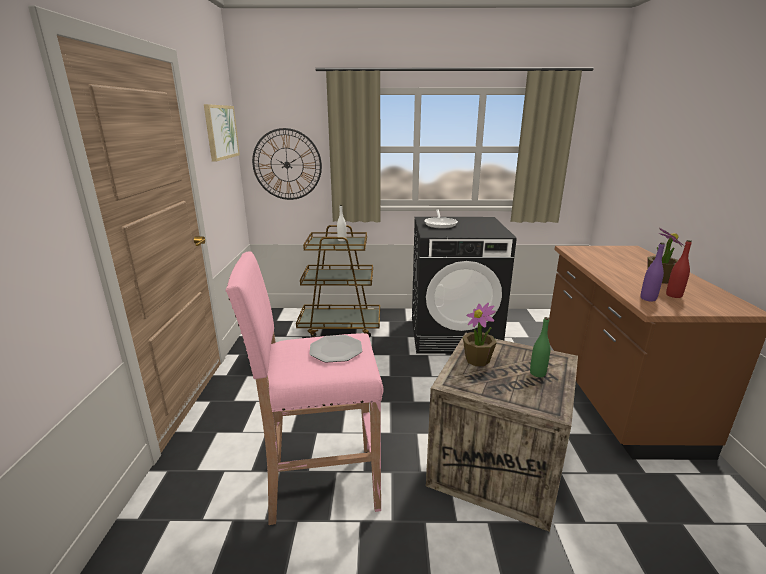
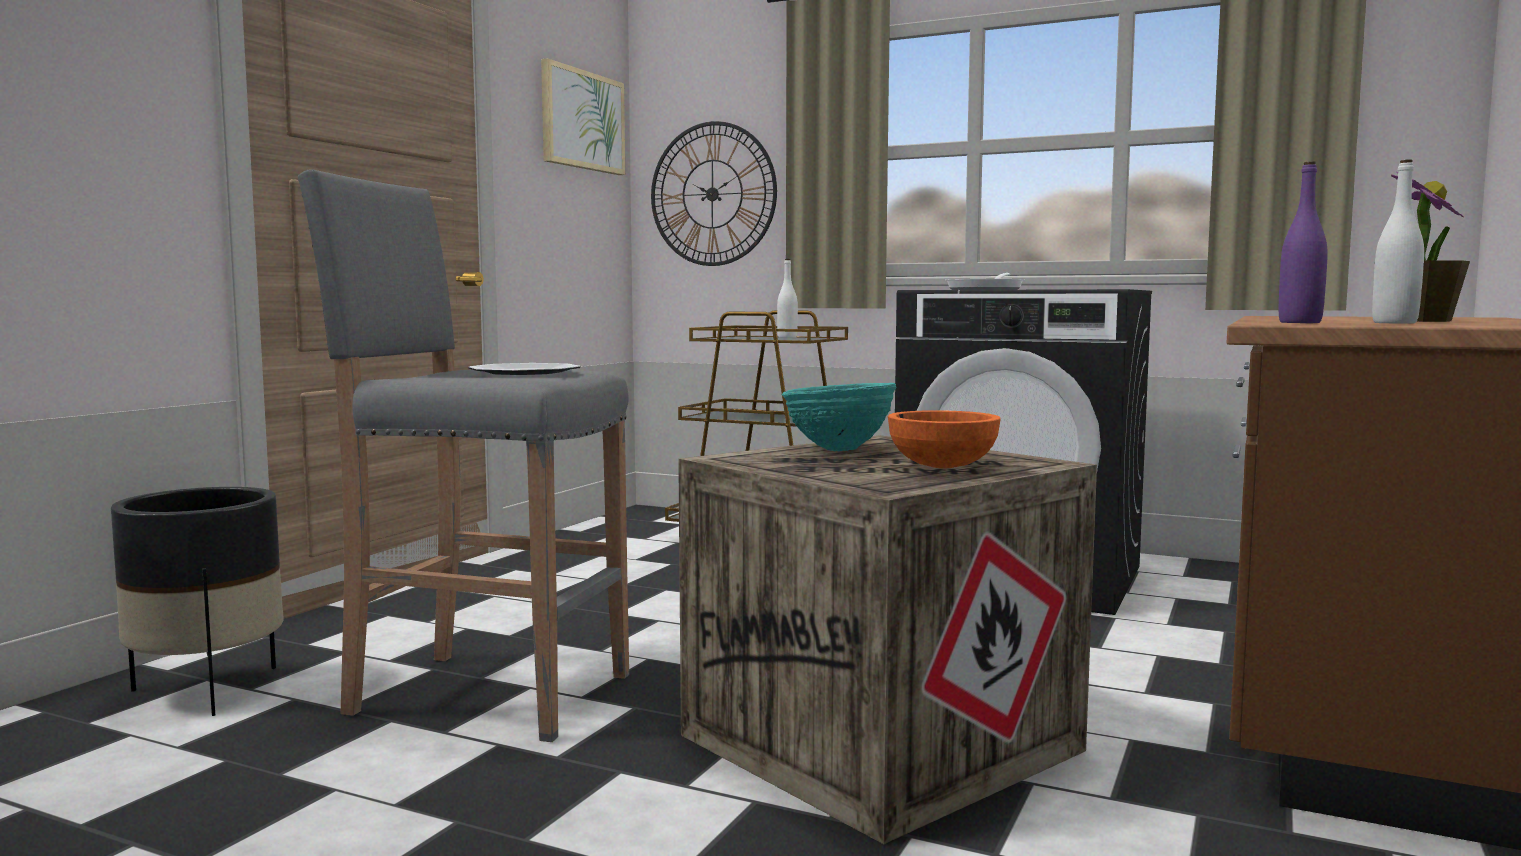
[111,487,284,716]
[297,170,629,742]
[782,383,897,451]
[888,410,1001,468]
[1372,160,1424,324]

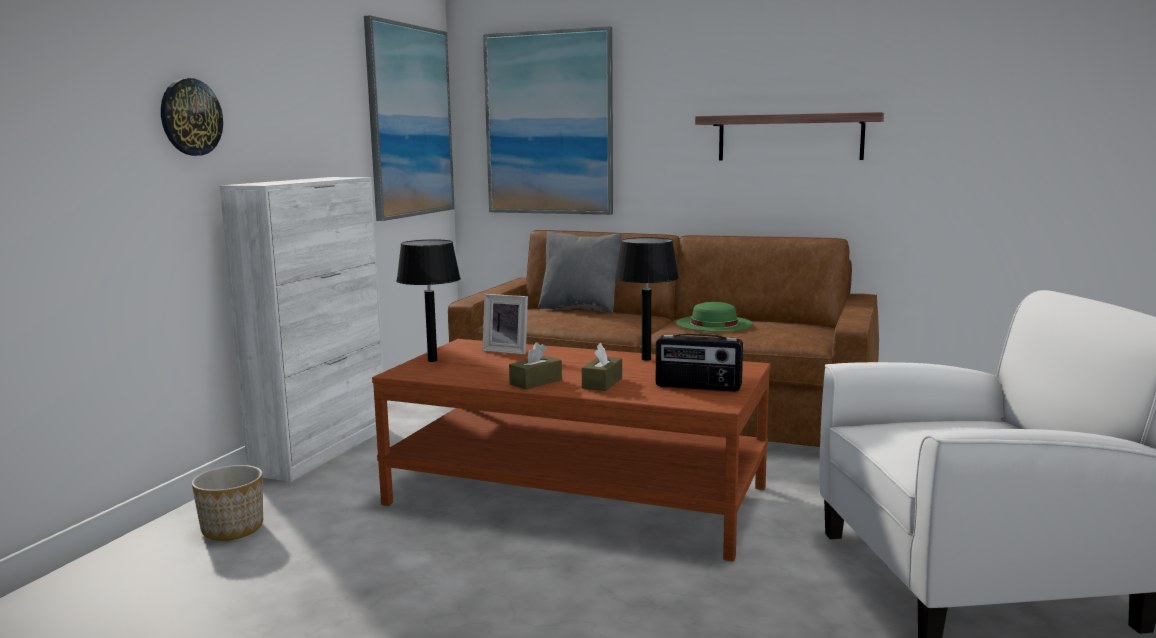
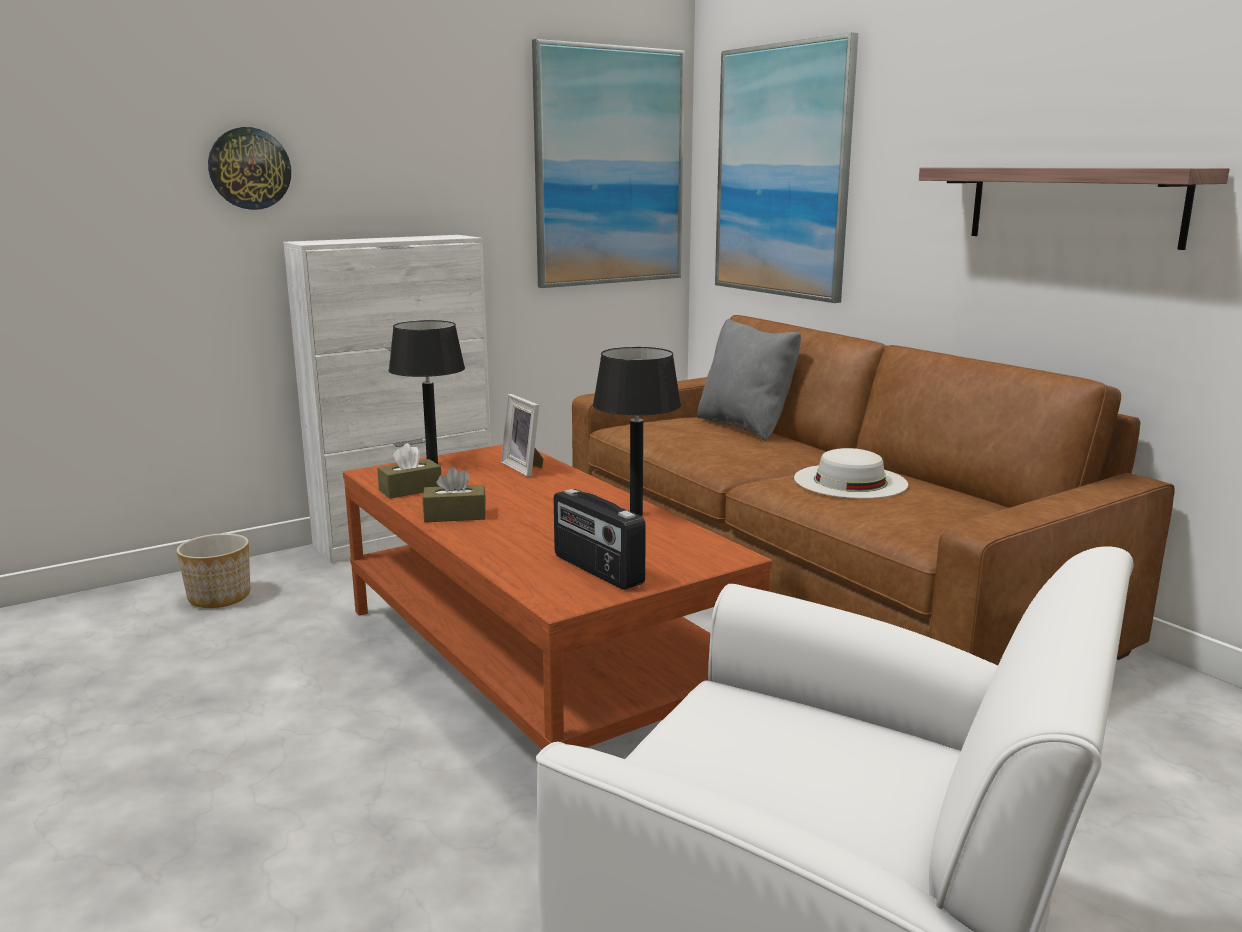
[377,443,441,499]
[794,448,908,499]

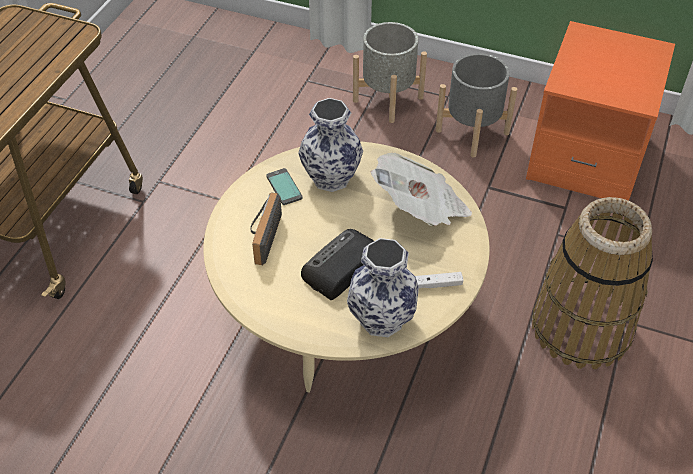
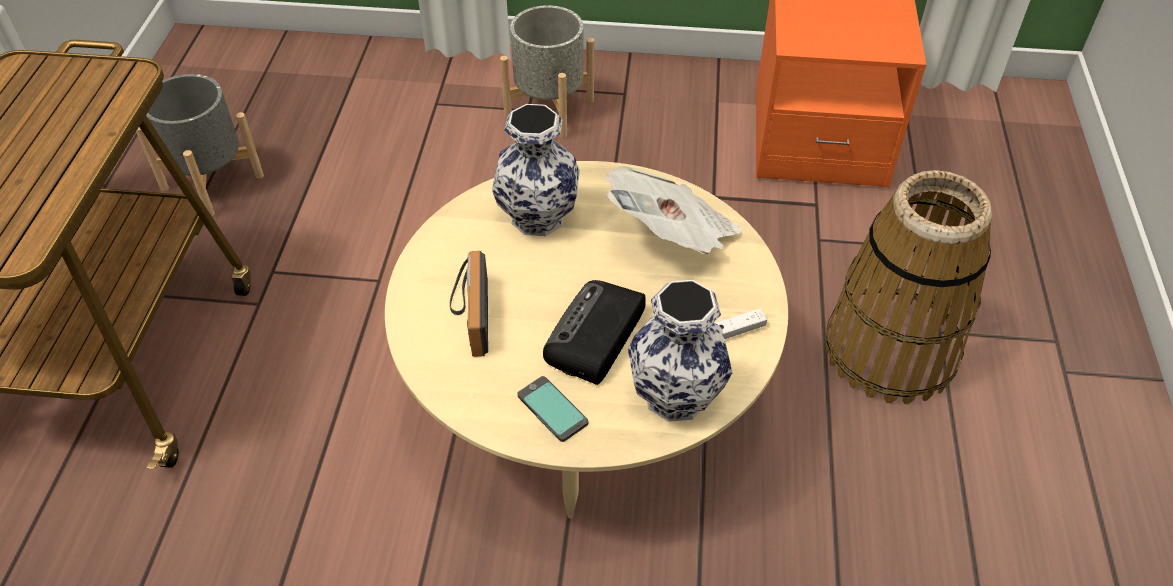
[136,74,264,216]
[518,376,588,442]

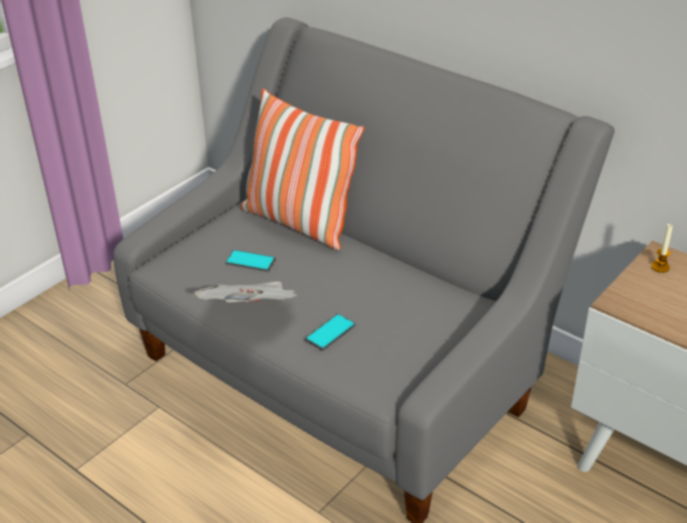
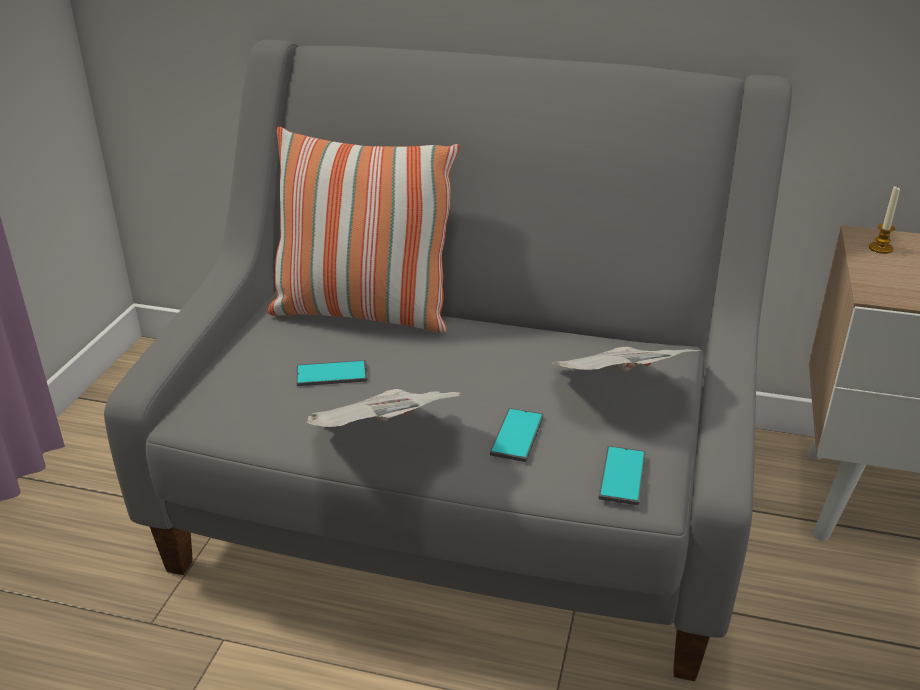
[552,347,702,372]
[599,446,646,505]

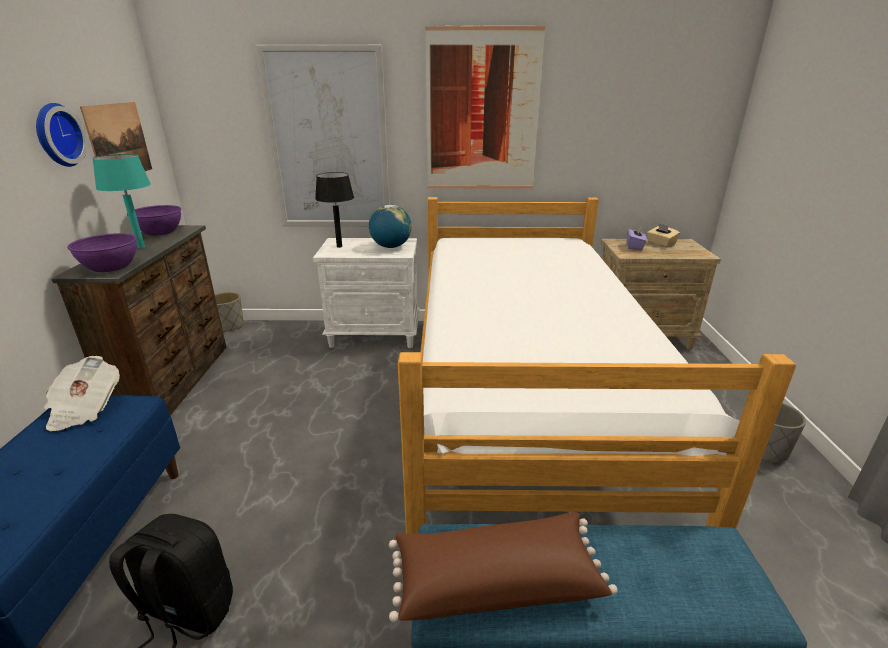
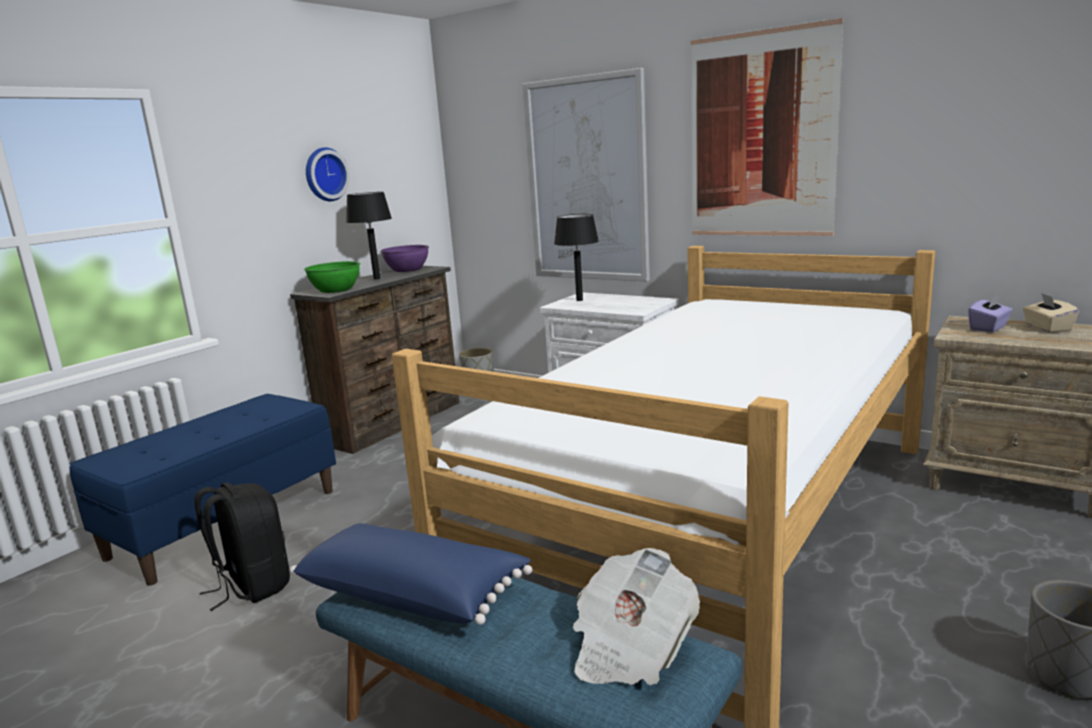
[290,523,532,625]
[304,261,360,293]
[346,192,392,280]
[573,548,700,685]
[80,102,152,171] (first image)
[369,204,412,248] (first image)

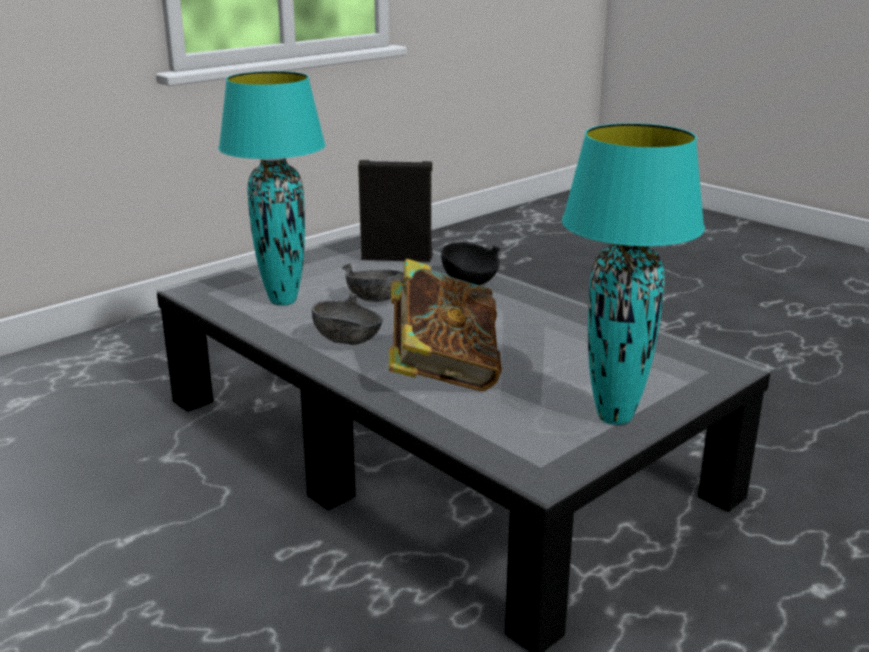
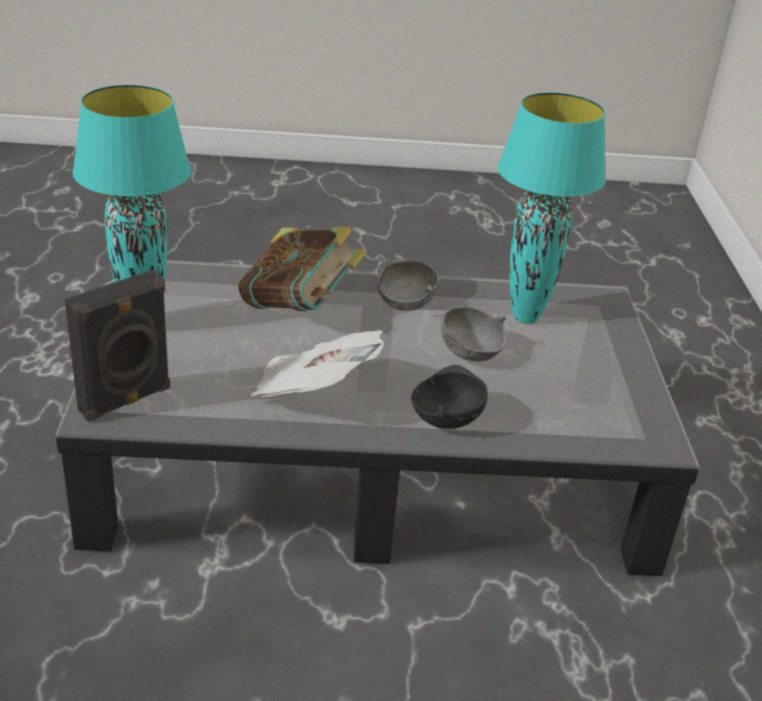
[65,270,170,422]
[251,330,384,397]

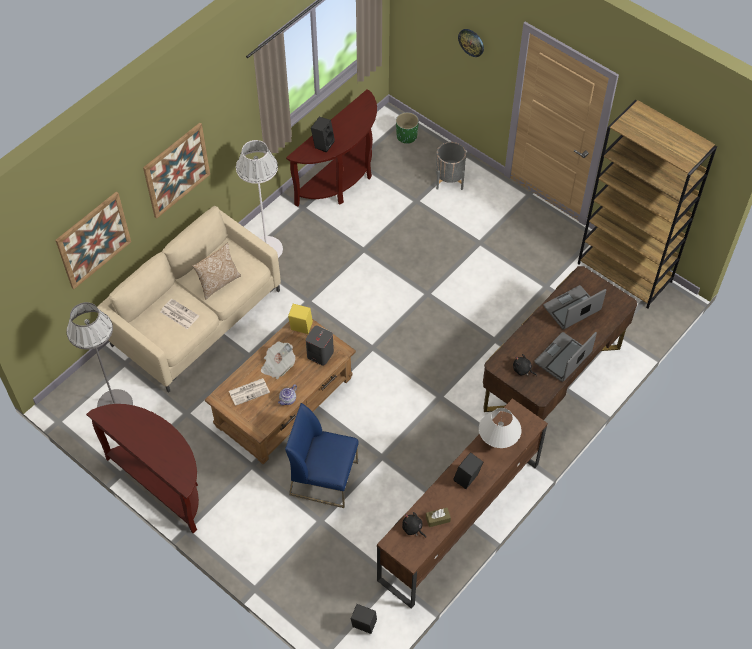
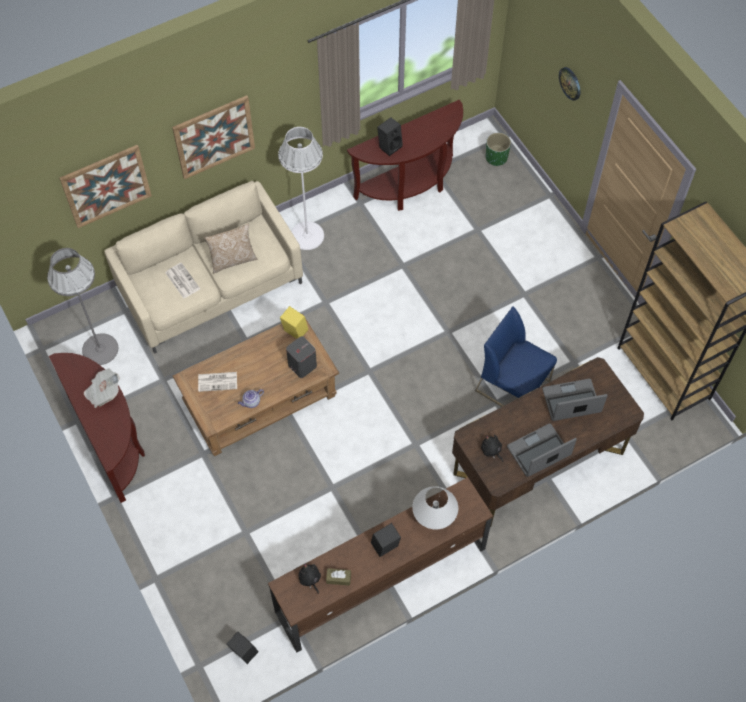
[84,368,120,408]
[475,306,557,407]
[436,142,466,190] (first image)

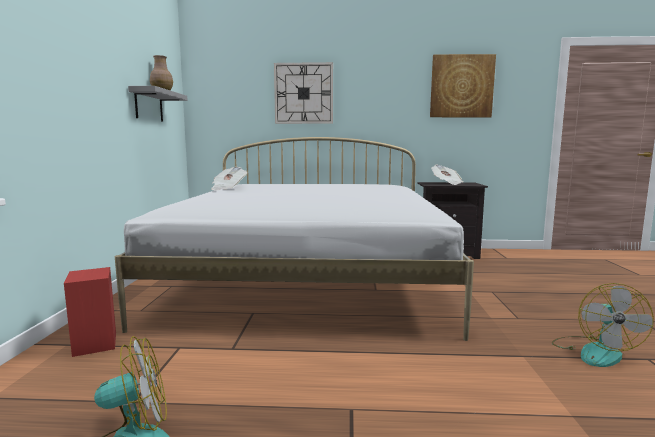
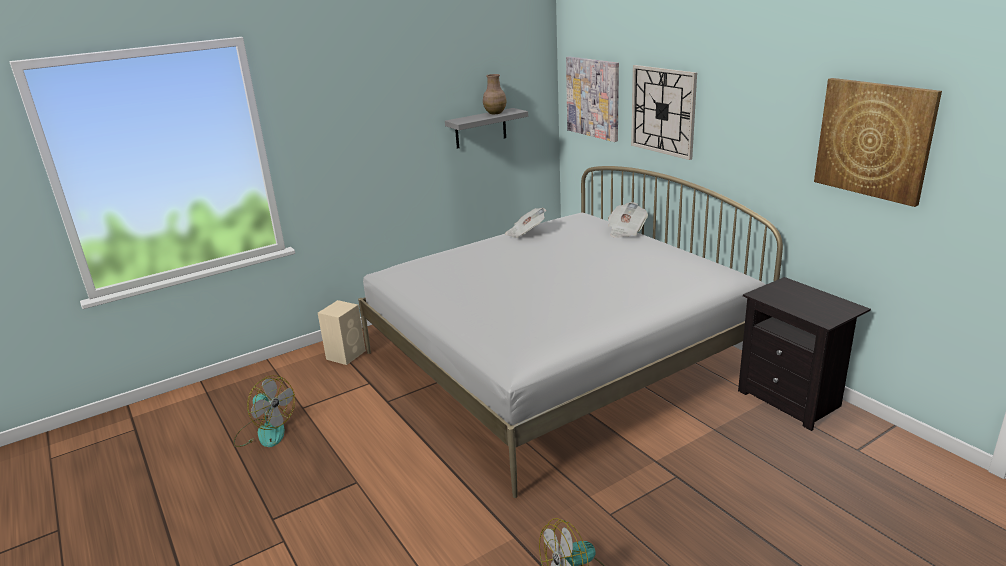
[318,300,366,365]
[566,57,619,142]
[608,202,648,238]

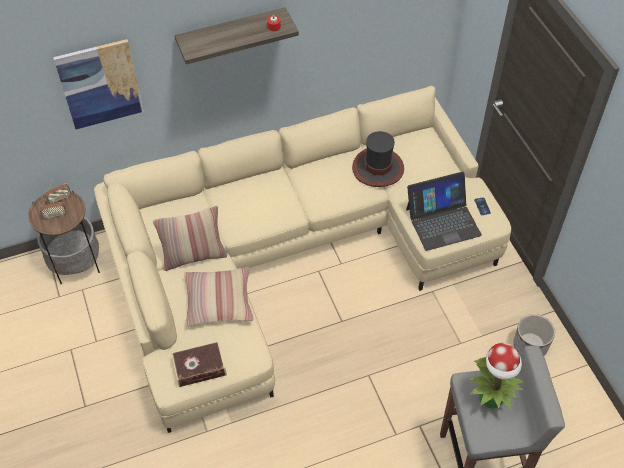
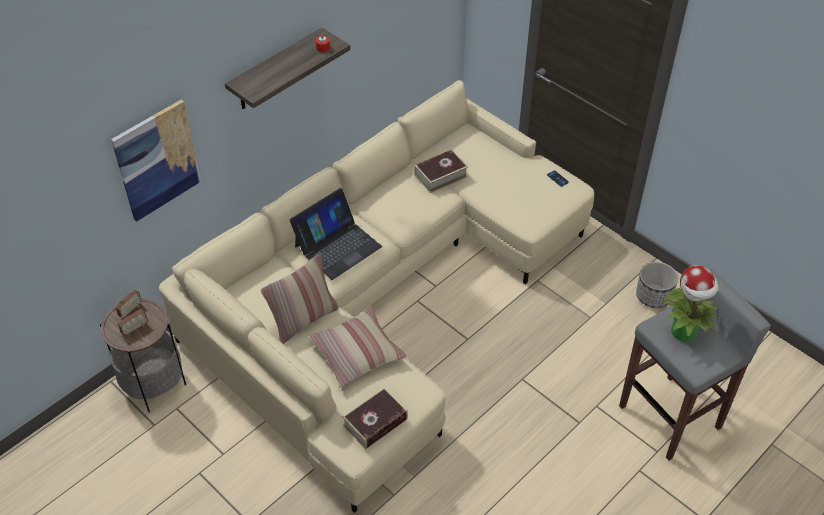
[290,188,382,280]
[414,150,468,193]

